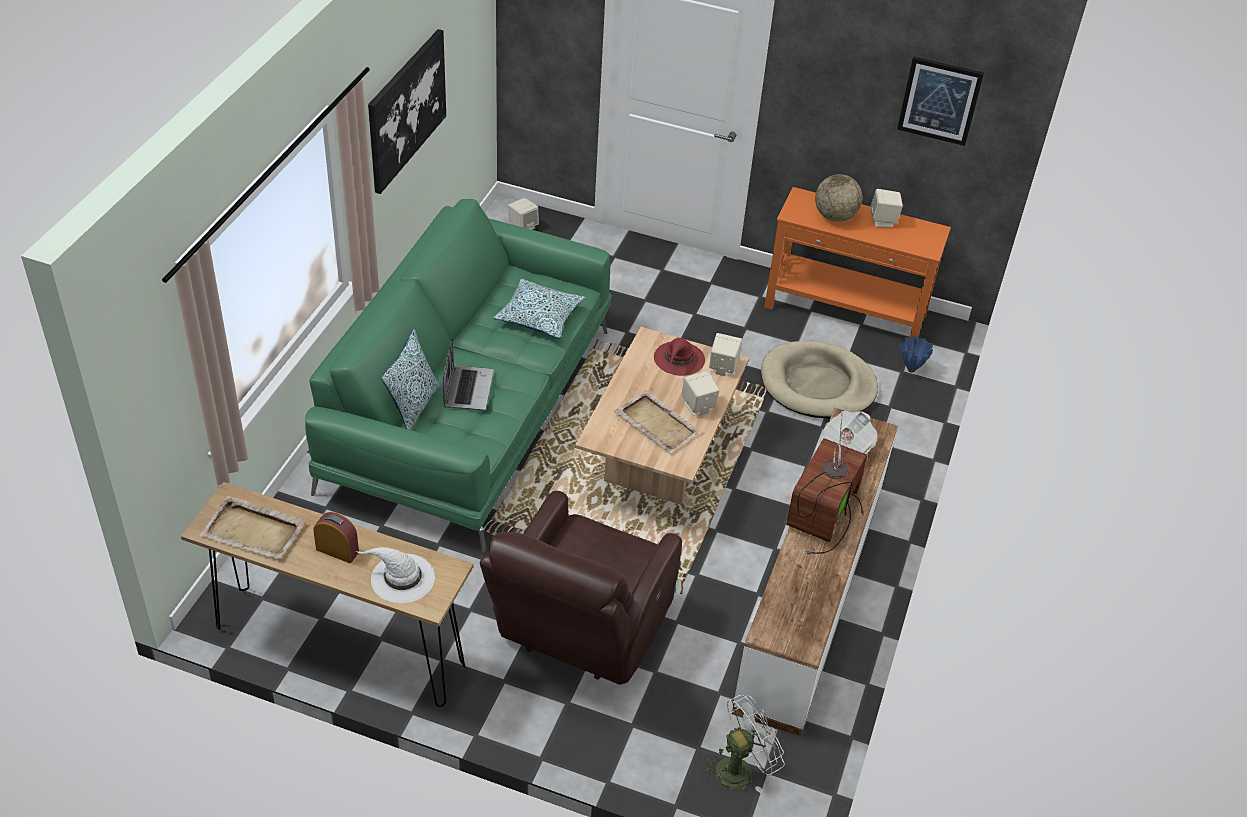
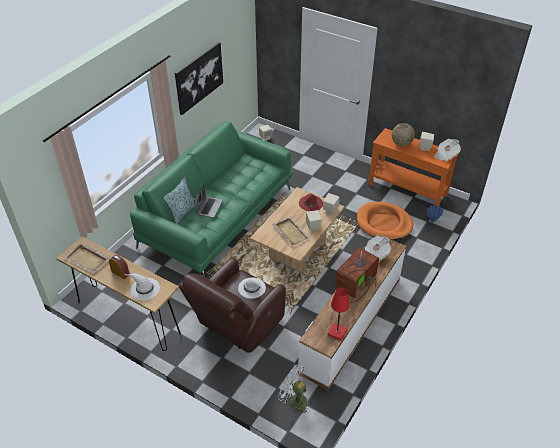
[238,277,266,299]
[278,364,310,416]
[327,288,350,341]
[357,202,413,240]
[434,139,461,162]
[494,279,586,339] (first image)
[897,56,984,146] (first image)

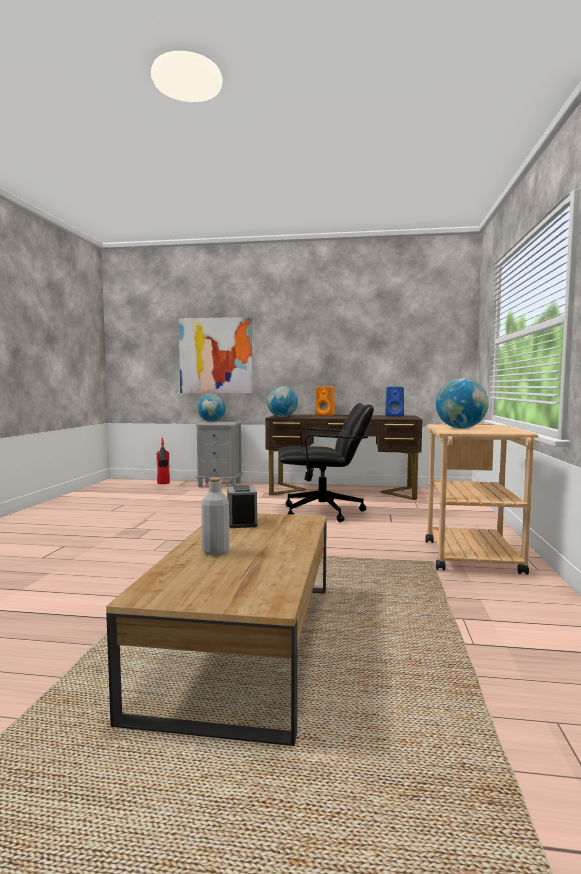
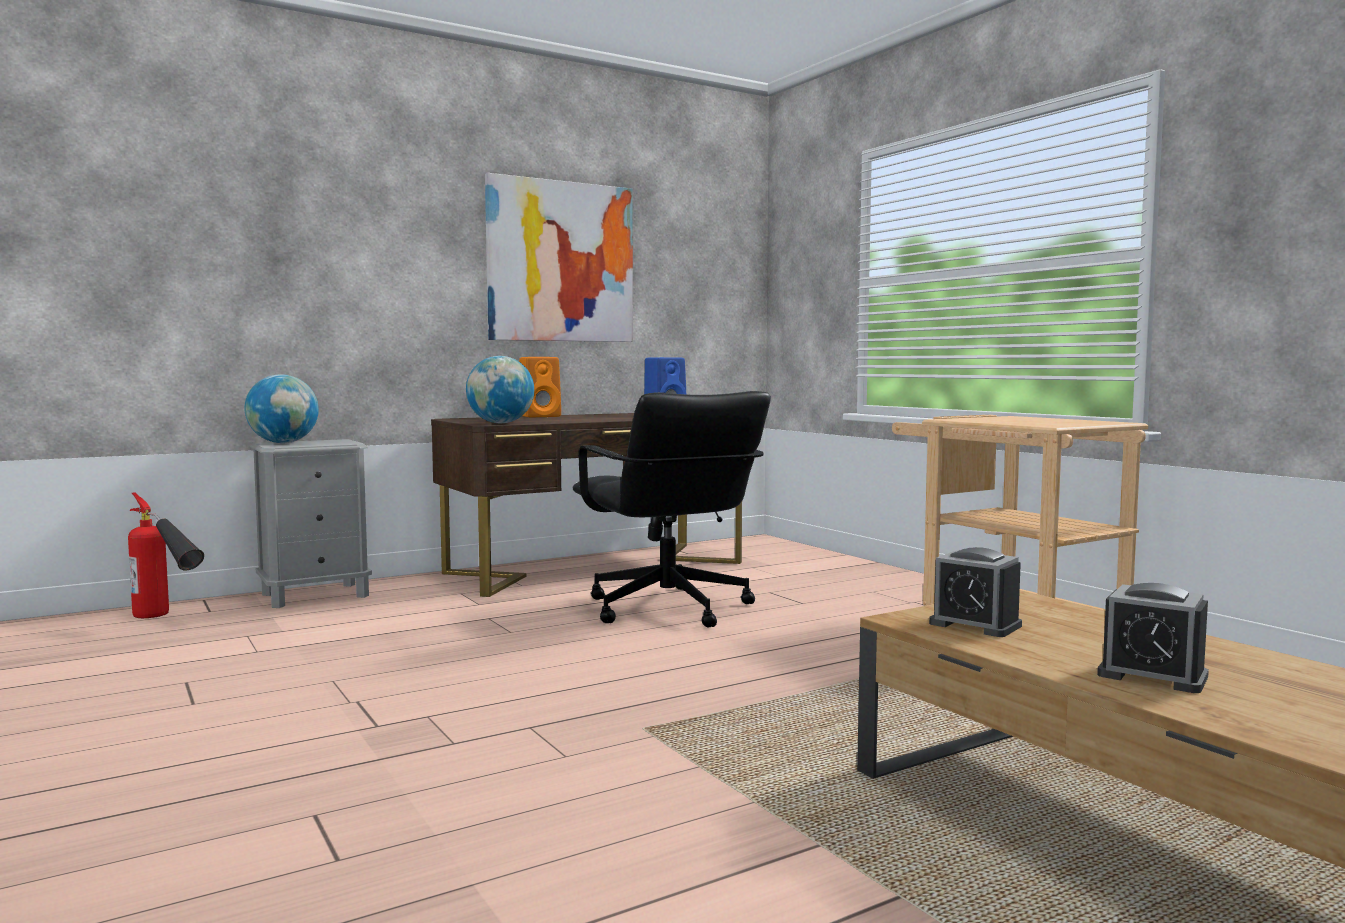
[485,173,633,342]
[572,391,771,627]
[1097,583,1209,693]
[436,378,489,429] (first image)

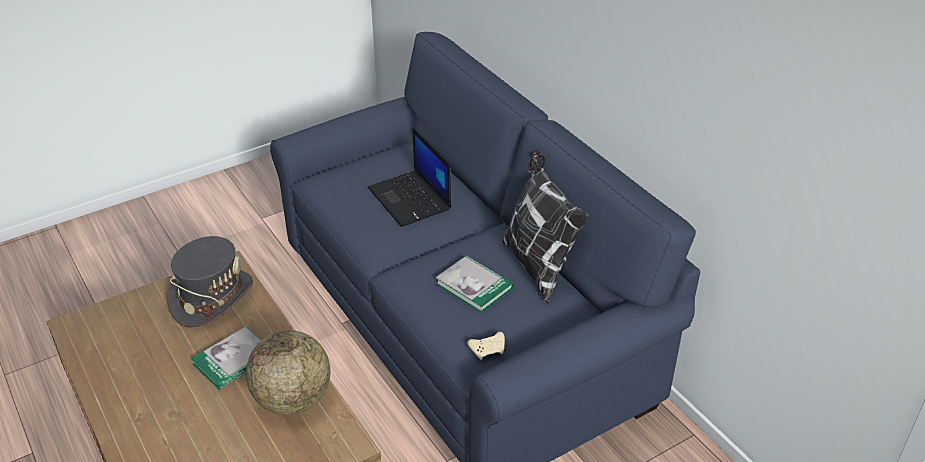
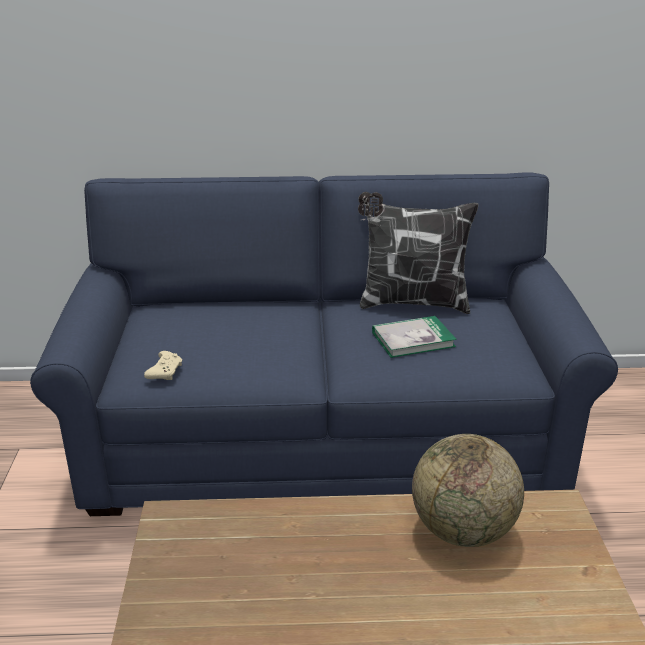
[144,351,182,380]
[167,236,253,328] (first image)
[191,326,262,390] (first image)
[368,128,451,227] (first image)

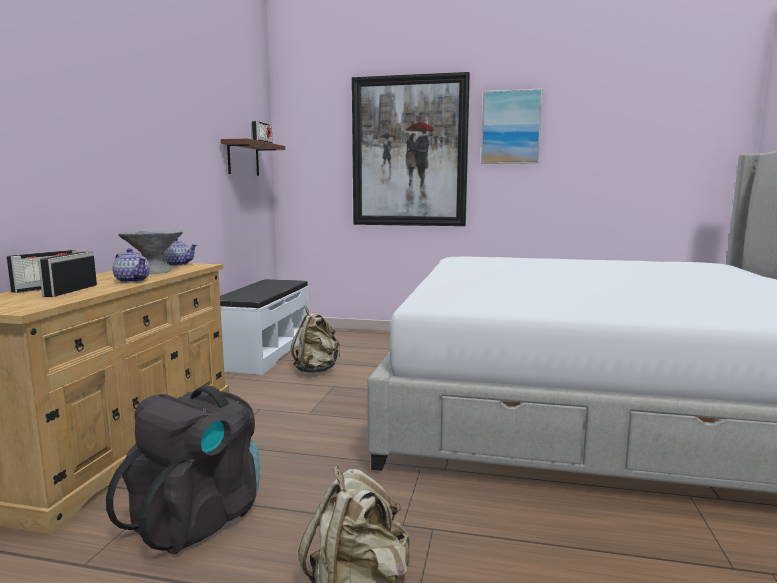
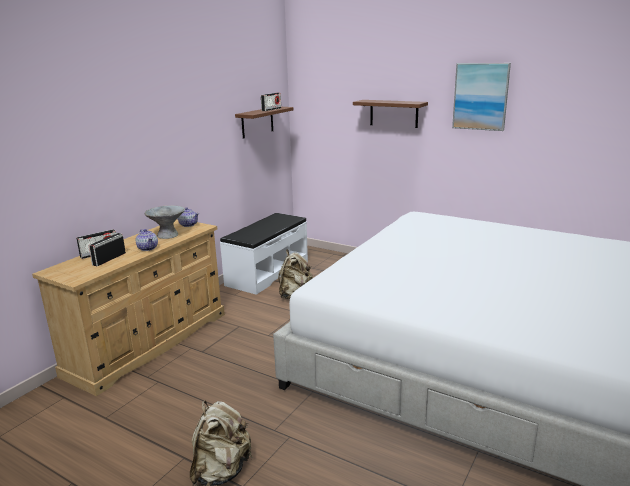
[353,100,428,128]
[106,385,260,554] (first image)

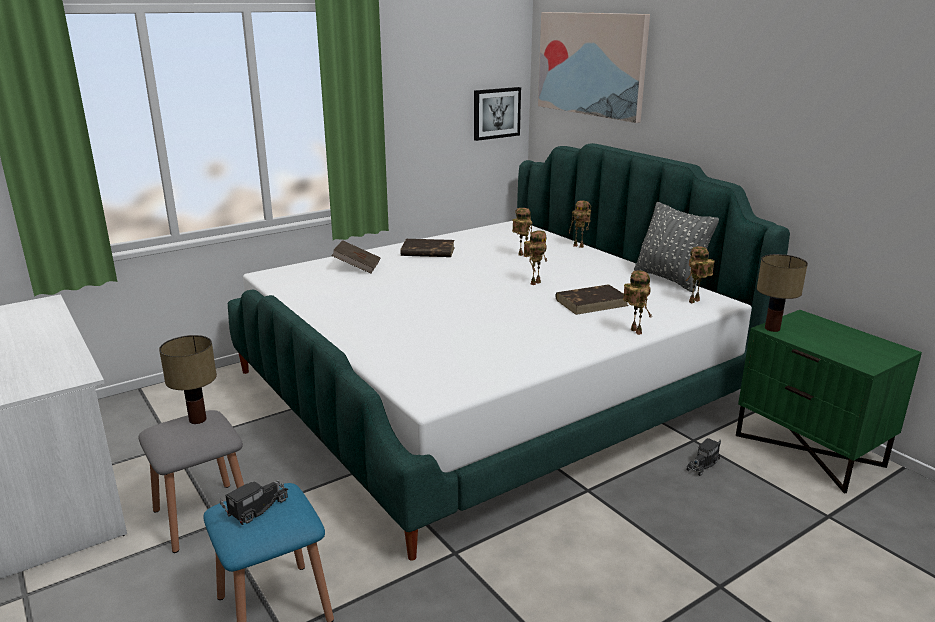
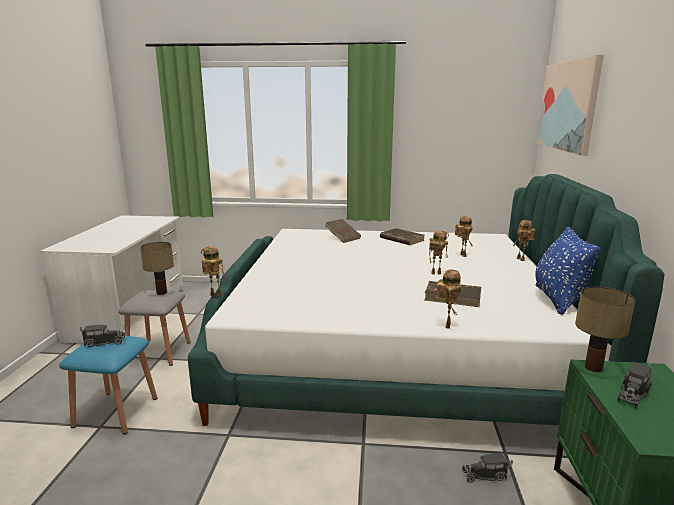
[201,247,226,296]
[535,226,600,315]
[617,362,652,409]
[474,87,521,141] (first image)

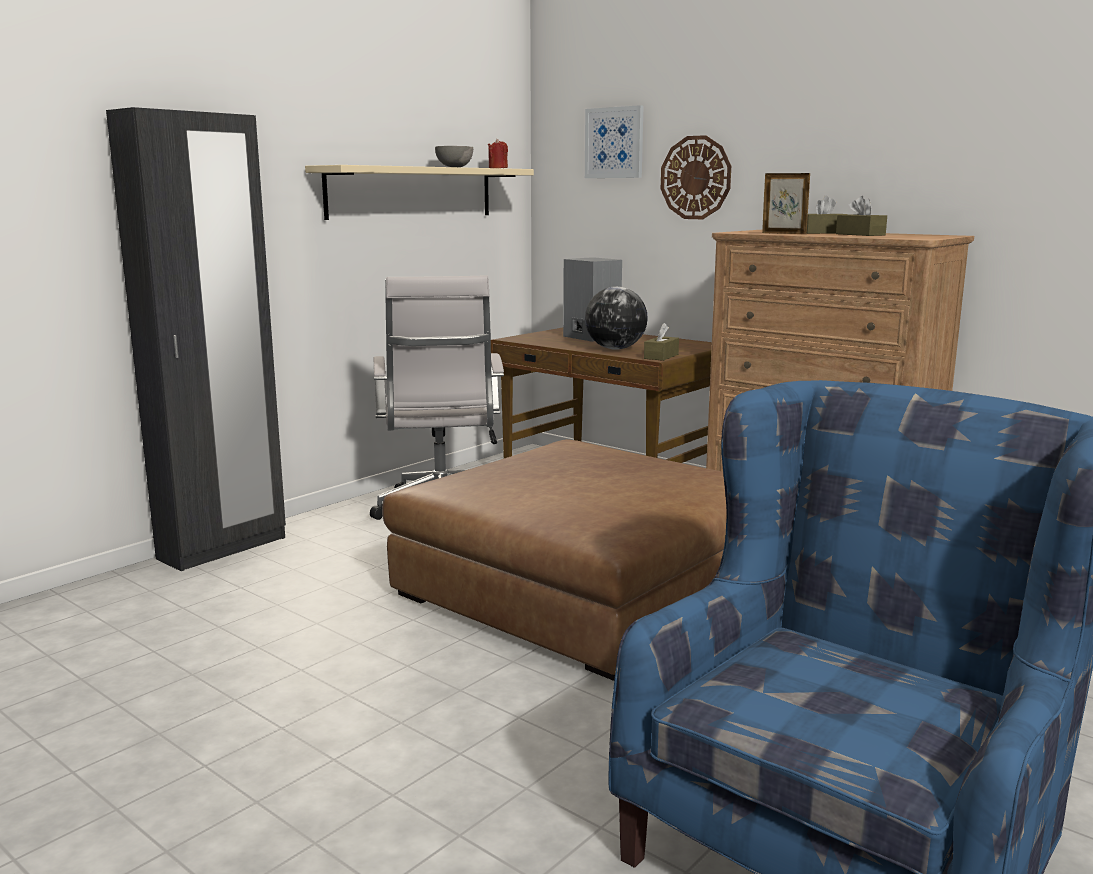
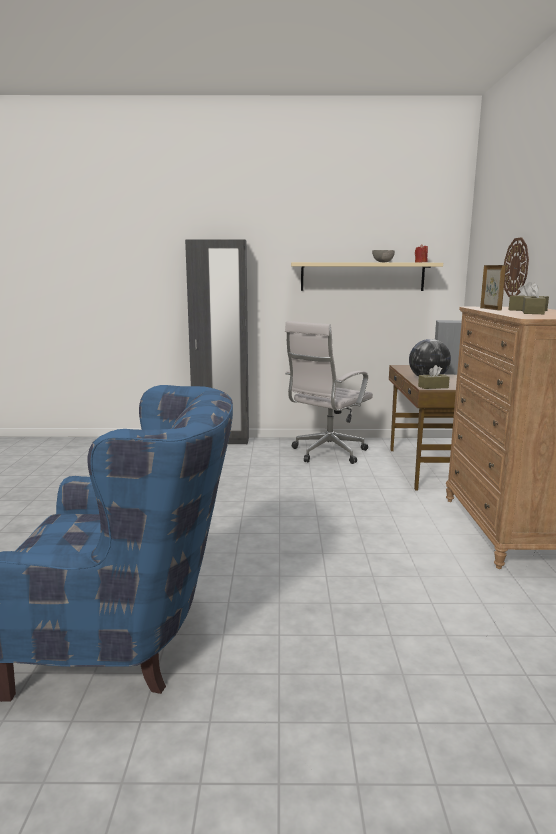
[382,439,727,681] (first image)
[585,105,643,178] (first image)

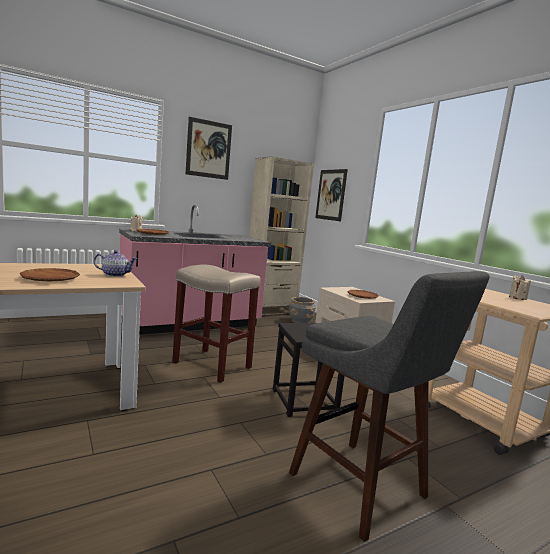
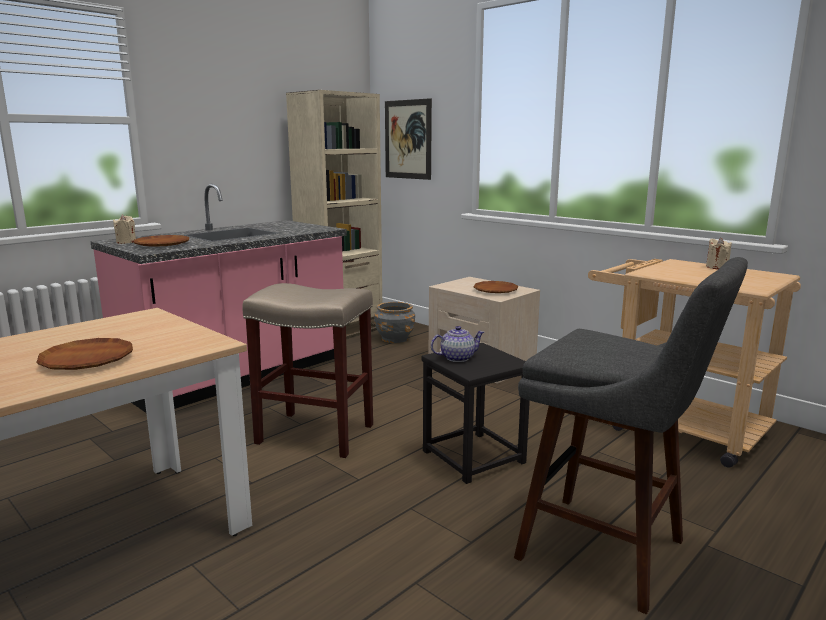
[431,326,484,362]
[186,117,232,180] (first image)

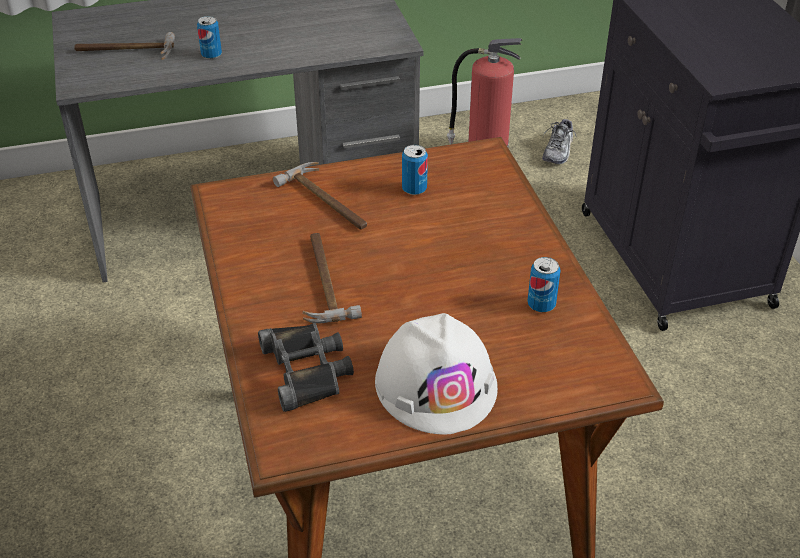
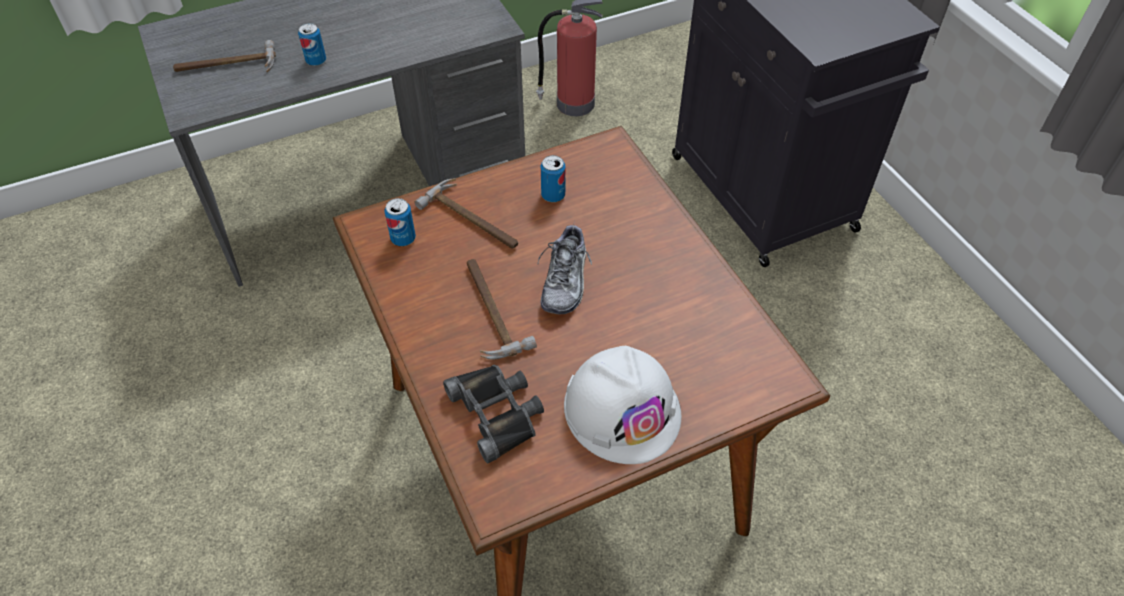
[384,198,416,246]
[537,221,592,314]

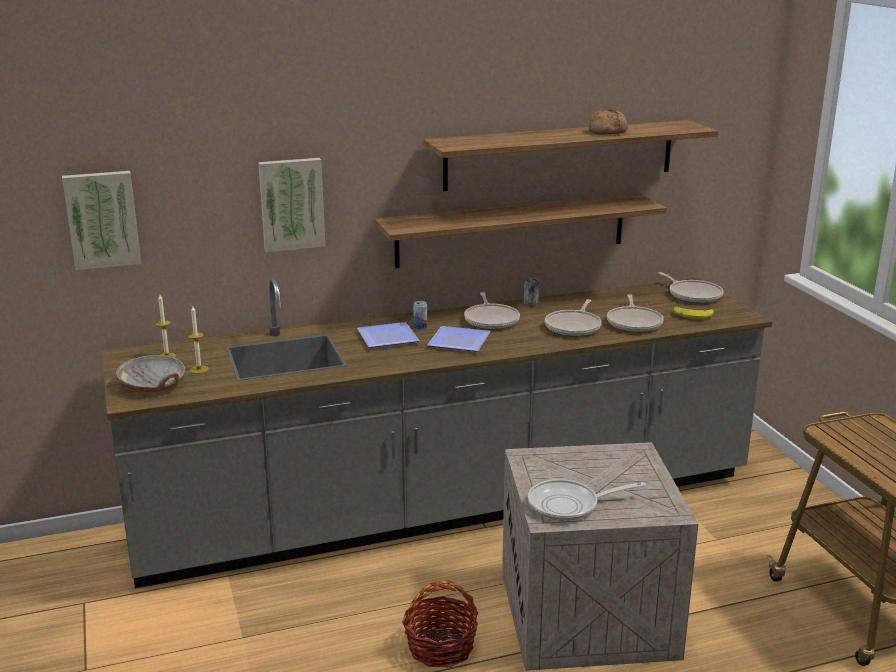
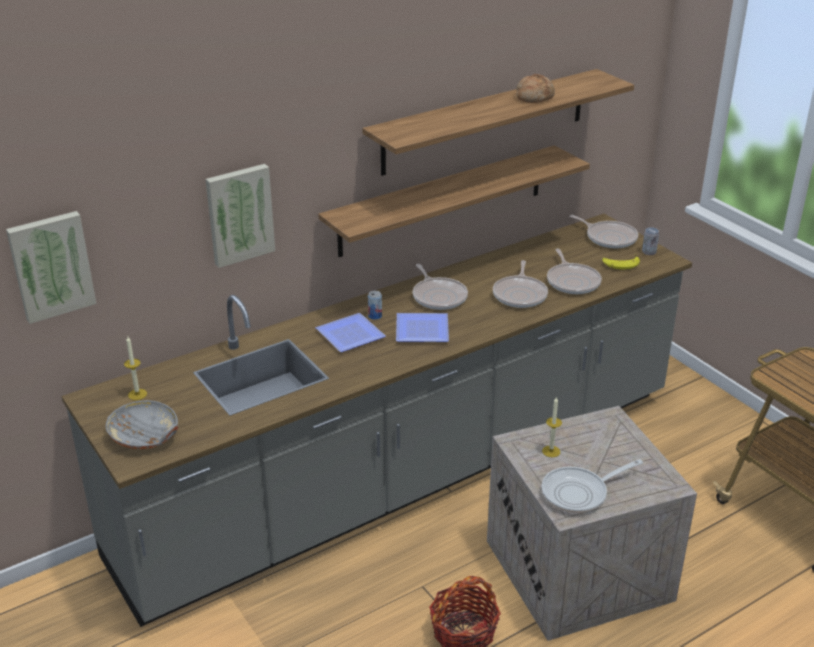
[542,397,562,457]
[642,227,659,255]

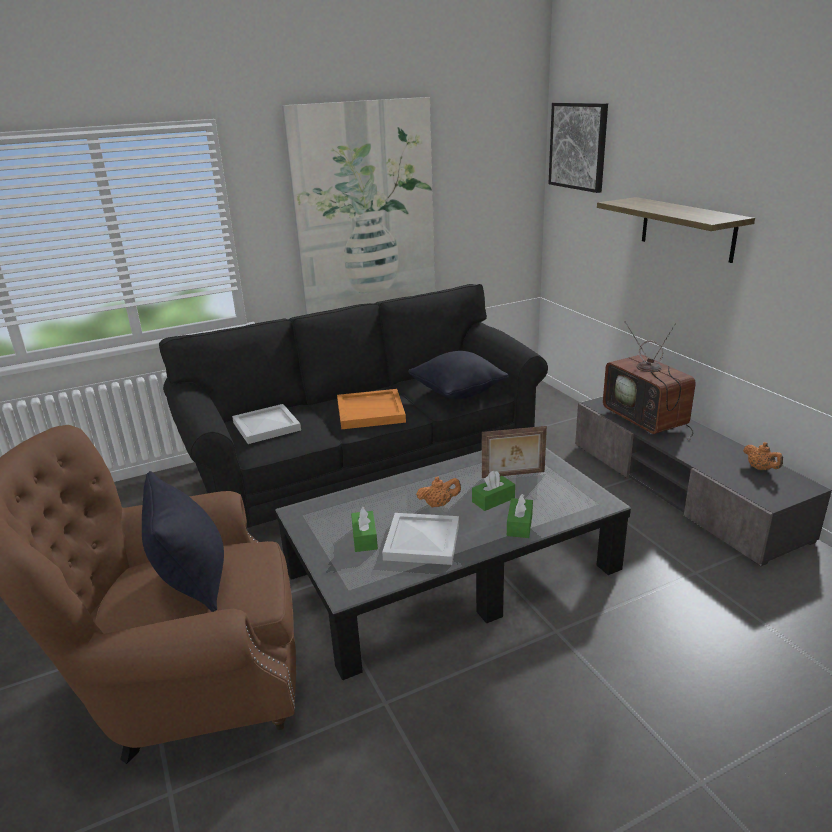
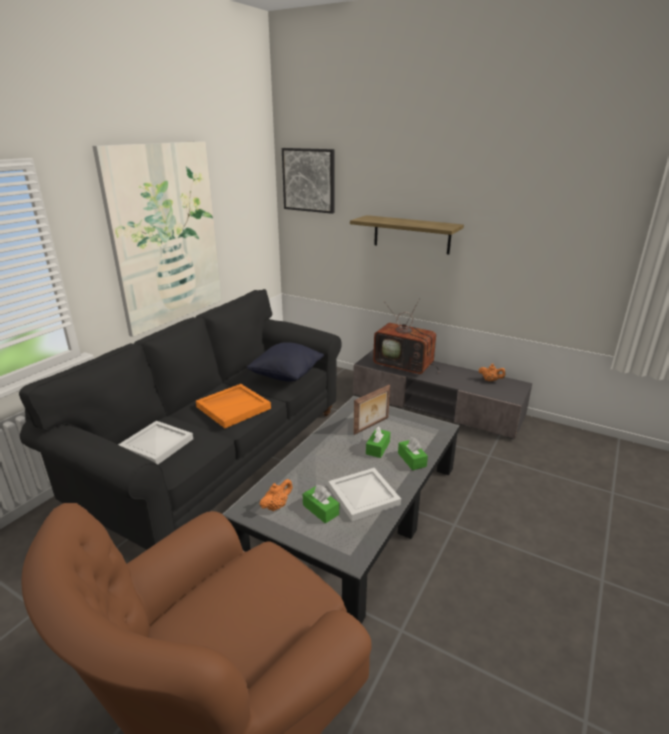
[260,479,293,511]
[142,471,224,612] (first image)

